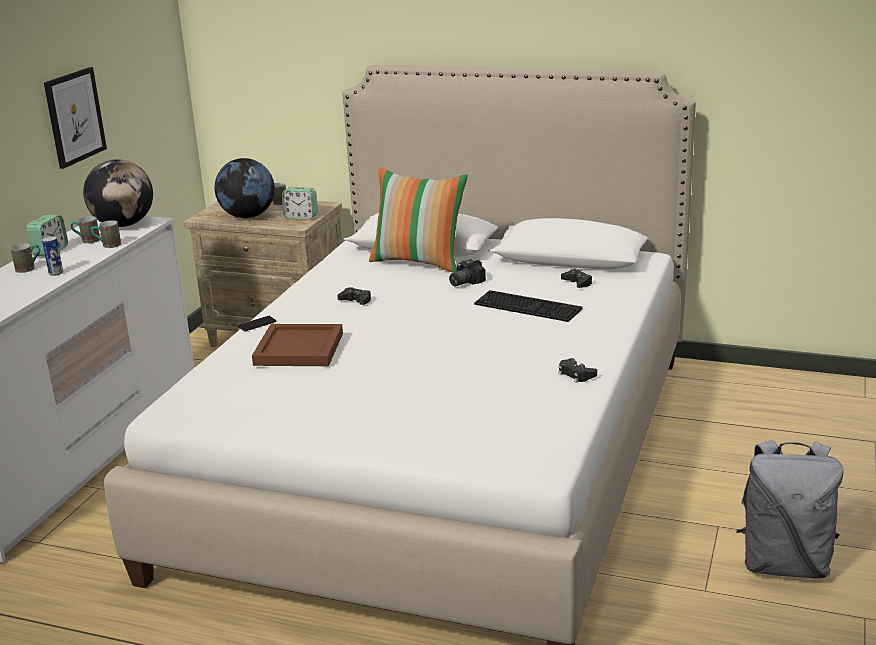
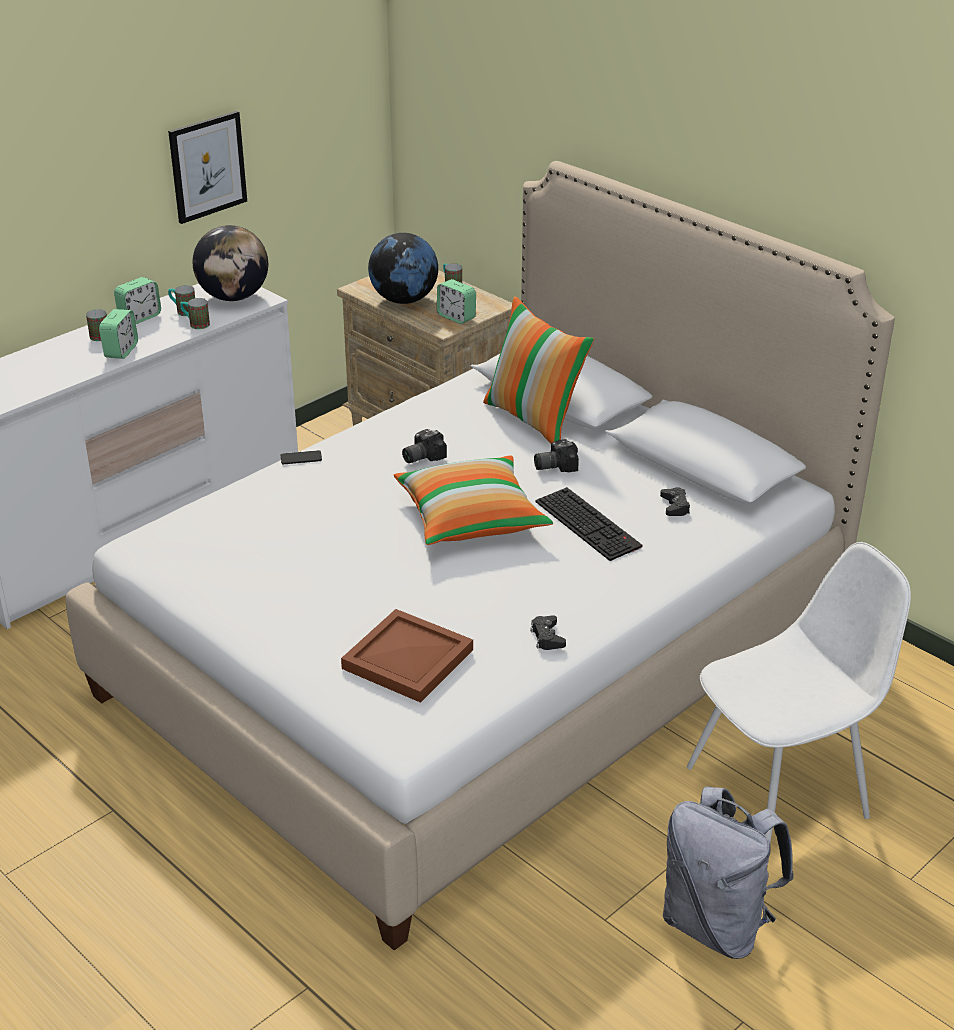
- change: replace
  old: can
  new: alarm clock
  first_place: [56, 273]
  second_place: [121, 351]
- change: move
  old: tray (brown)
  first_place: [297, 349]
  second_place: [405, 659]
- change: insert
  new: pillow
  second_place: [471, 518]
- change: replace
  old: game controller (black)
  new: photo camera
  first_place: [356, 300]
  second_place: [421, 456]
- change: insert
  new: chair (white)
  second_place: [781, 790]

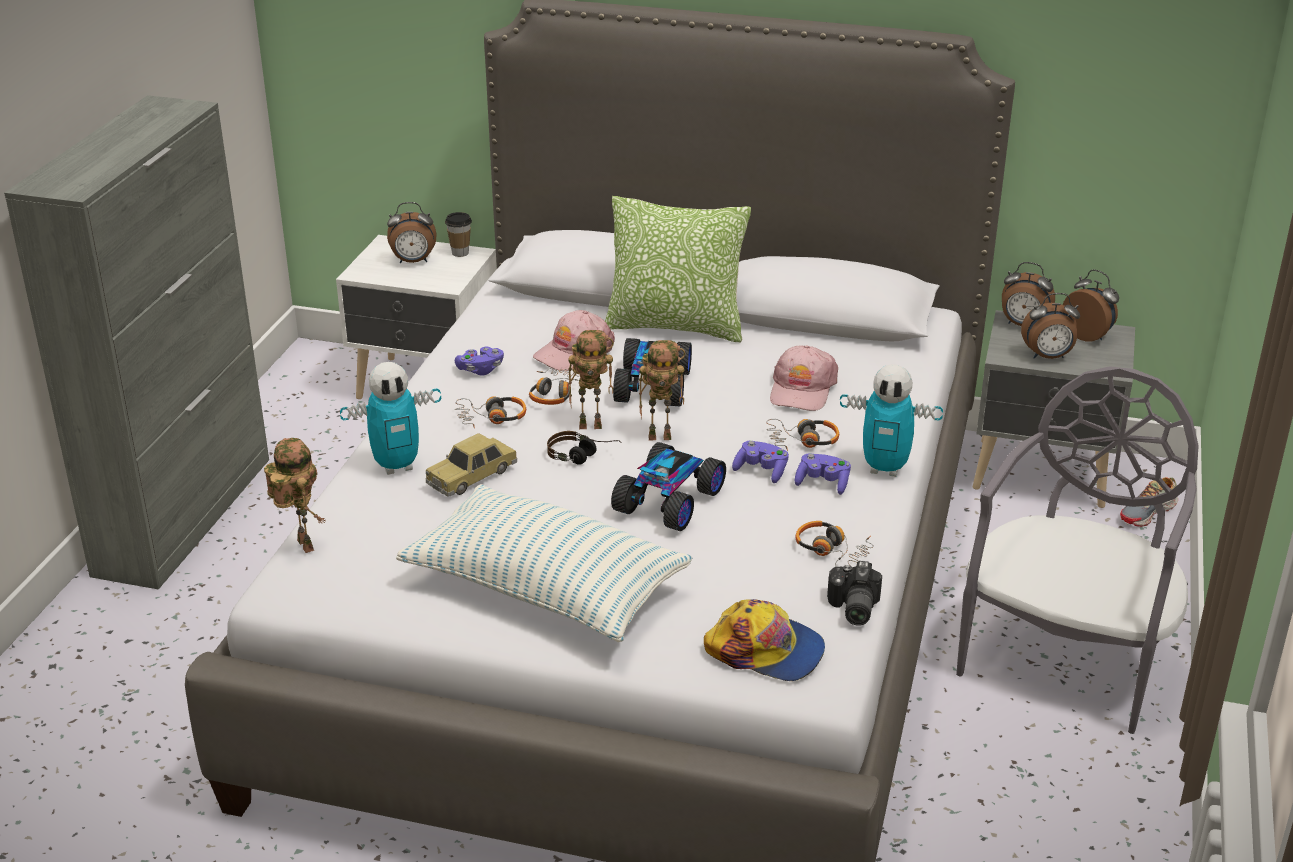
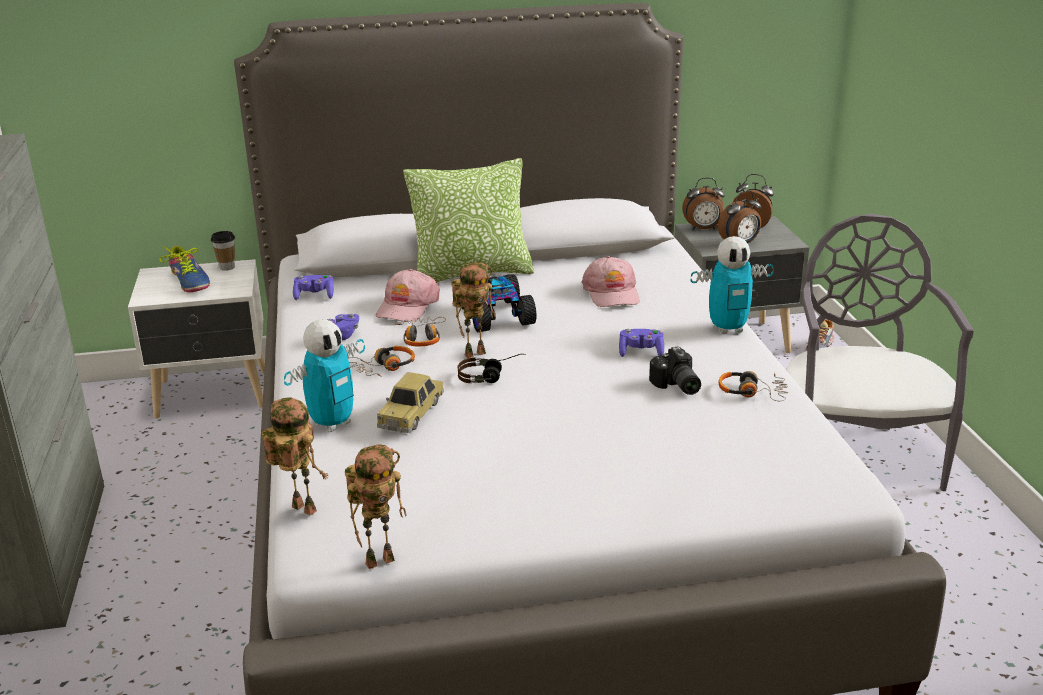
- change: replace
  old: alarm clock
  new: shoe
  first_place: [413, 261]
  second_place: [190, 281]
- change: move
  old: game controller (purple)
  first_place: [823, 483]
  second_place: [314, 295]
- change: move
  old: toy robot
  first_place: [661, 436]
  second_place: [380, 559]
- change: move
  old: photo camera
  first_place: [851, 608]
  second_place: [676, 386]
- change: delete
  old: pillow
  first_place: [546, 589]
- change: delete
  old: toy car
  first_place: [670, 501]
- change: delete
  old: cap
  first_place: [766, 650]
- change: delete
  old: headphones
  first_place: [802, 441]

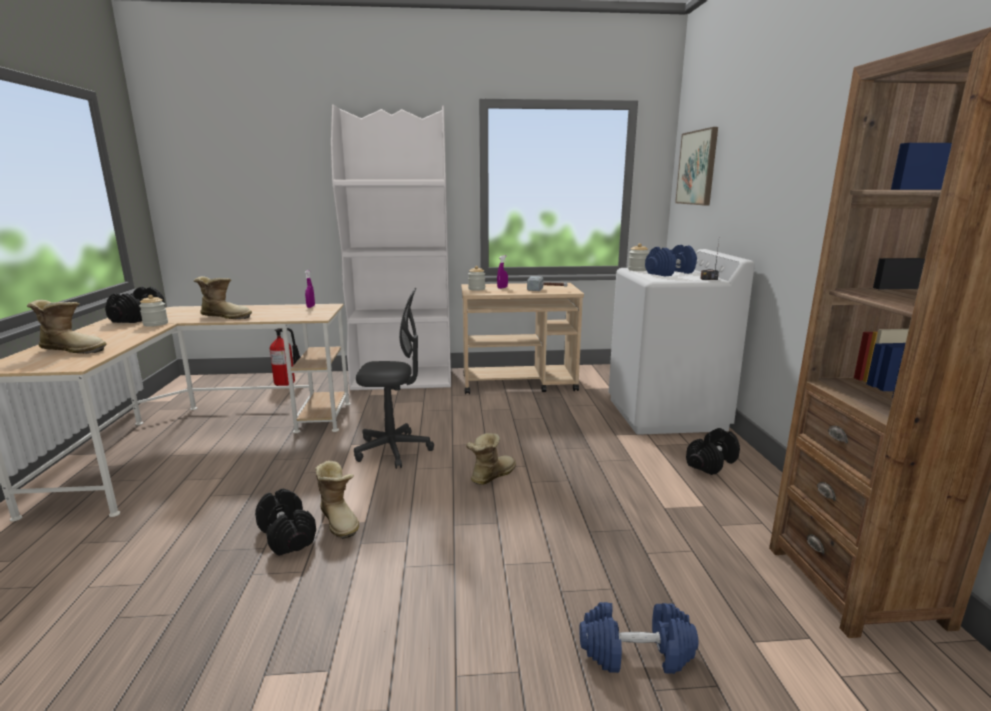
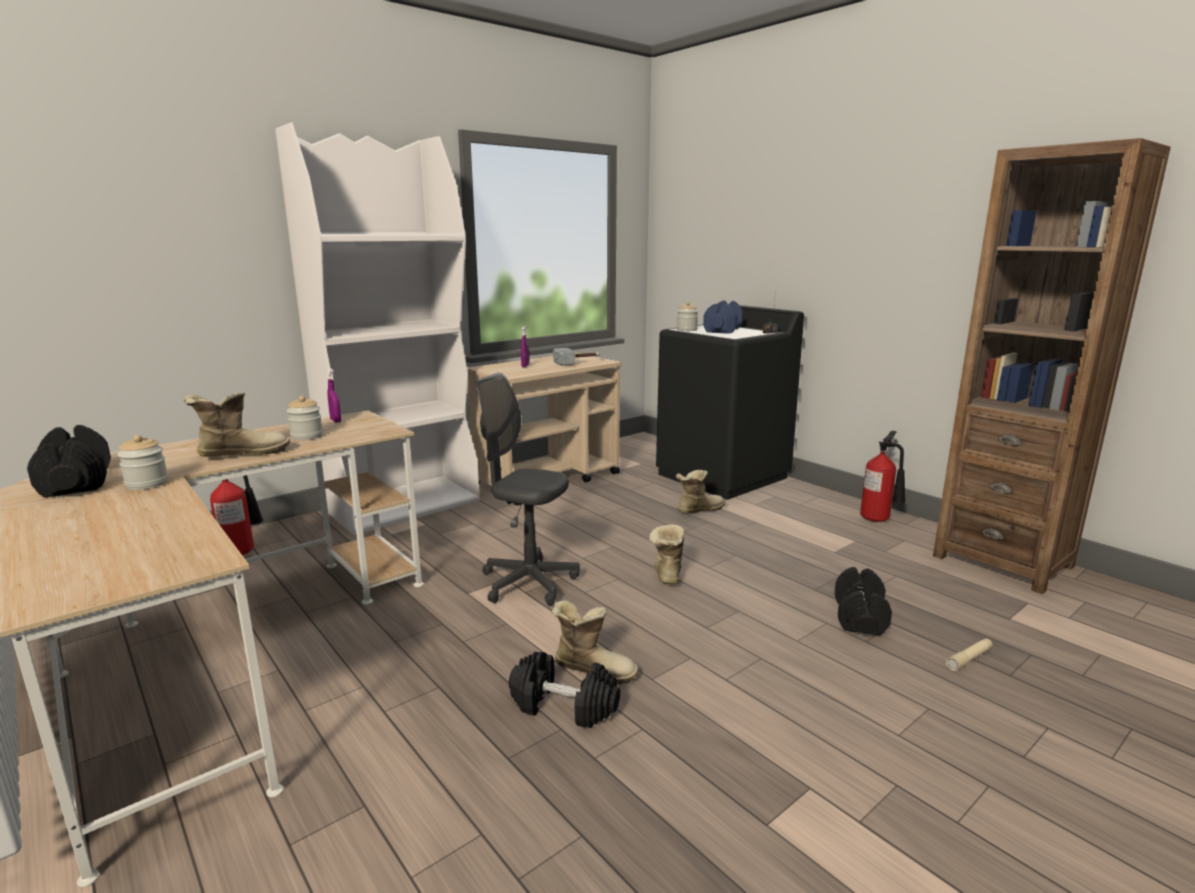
- change: move
  old: jar
  first_place: [476, 289]
  second_place: [307, 436]
- change: rotate
  old: office chair (grey)
  first_place: [393, 450]
  second_place: [528, 583]
  degrees: -120
- change: recolor
  old: washing machine (white)
  new: washing machine (black)
  first_place: [666, 414]
  second_place: [722, 476]
- change: move
  old: boot
  first_place: [73, 349]
  second_place: [698, 510]
- change: move
  old: dumbbell (black)
  first_place: [711, 463]
  second_place: [860, 617]
- change: insert
  new: fire extinguisher
  second_place: [879, 520]
- change: replace
  old: dumbbell (blue)
  new: flashlight (beige)
  first_place: [635, 654]
  second_place: [969, 659]
- change: delete
  old: picture
  first_place: [697, 168]

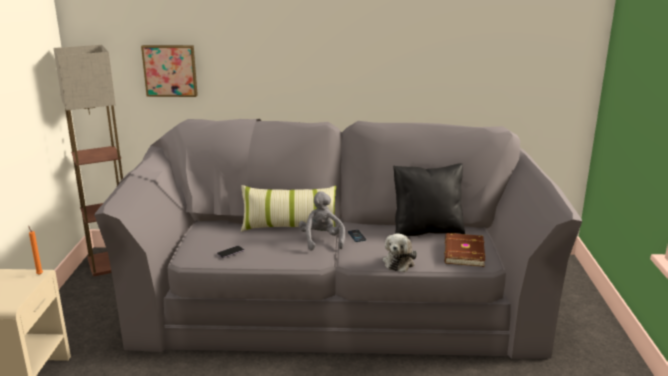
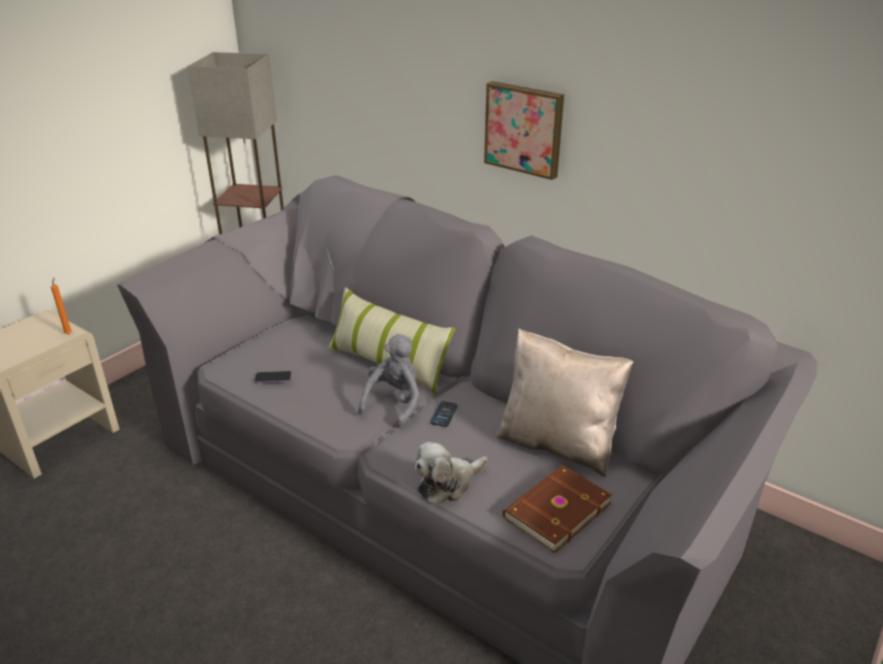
- change: move
  old: picture
  first_place: [170, 70]
  second_place: [524, 129]
- change: recolor
  old: pillow (black)
  new: pillow (beige)
  first_place: [426, 230]
  second_place: [557, 444]

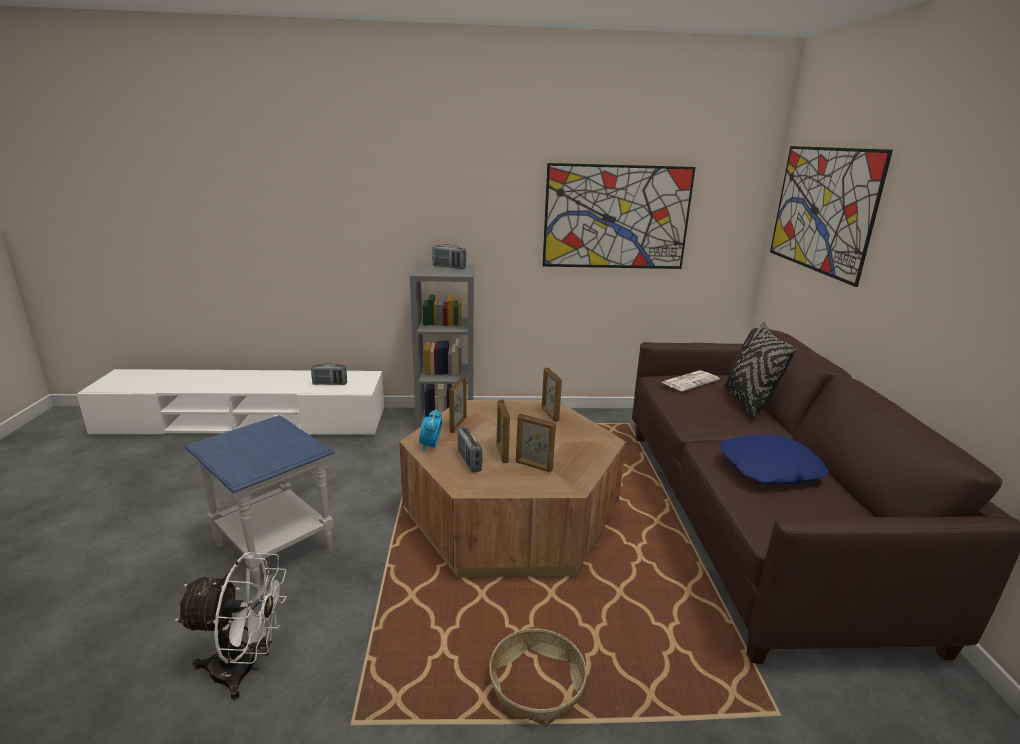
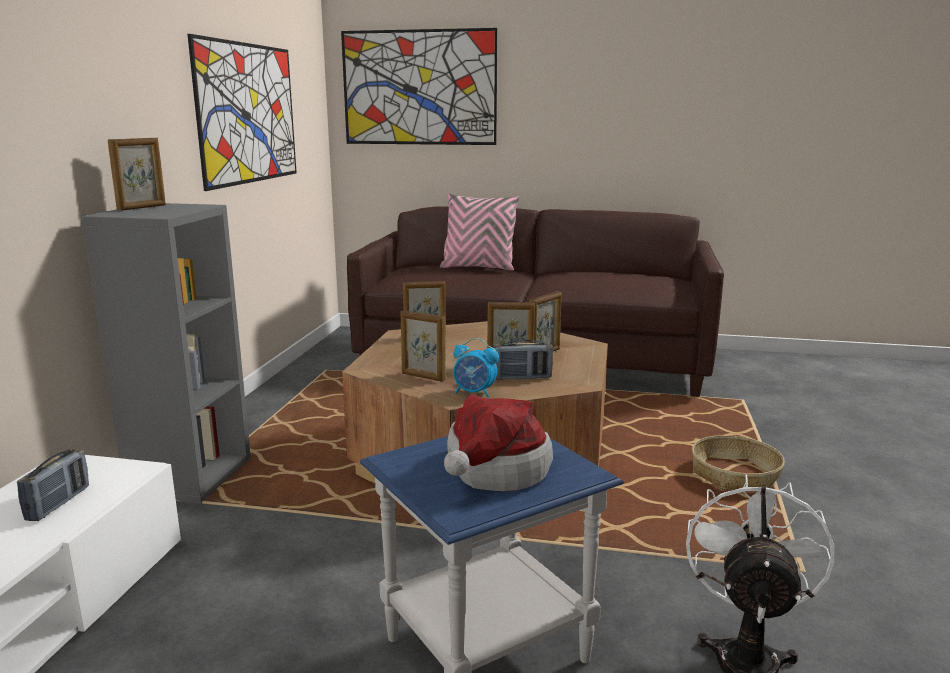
- change: replace
  old: radio
  new: picture frame
  first_place: [449, 267]
  second_place: [142, 207]
- change: recolor
  old: pillow (black)
  new: pillow (pink)
  first_place: [748, 403]
  second_place: [478, 268]
- change: insert
  new: hat
  second_place: [493, 471]
- change: delete
  old: newspaper
  first_place: [690, 381]
- change: delete
  old: pillow (blue)
  first_place: [770, 469]

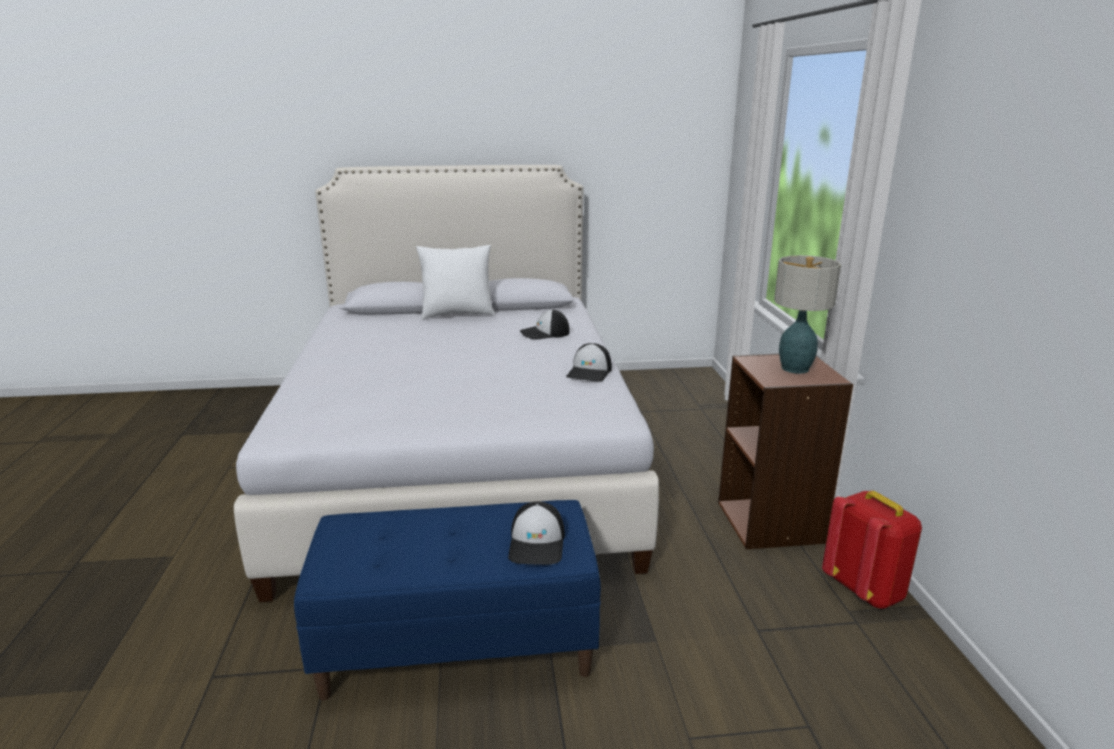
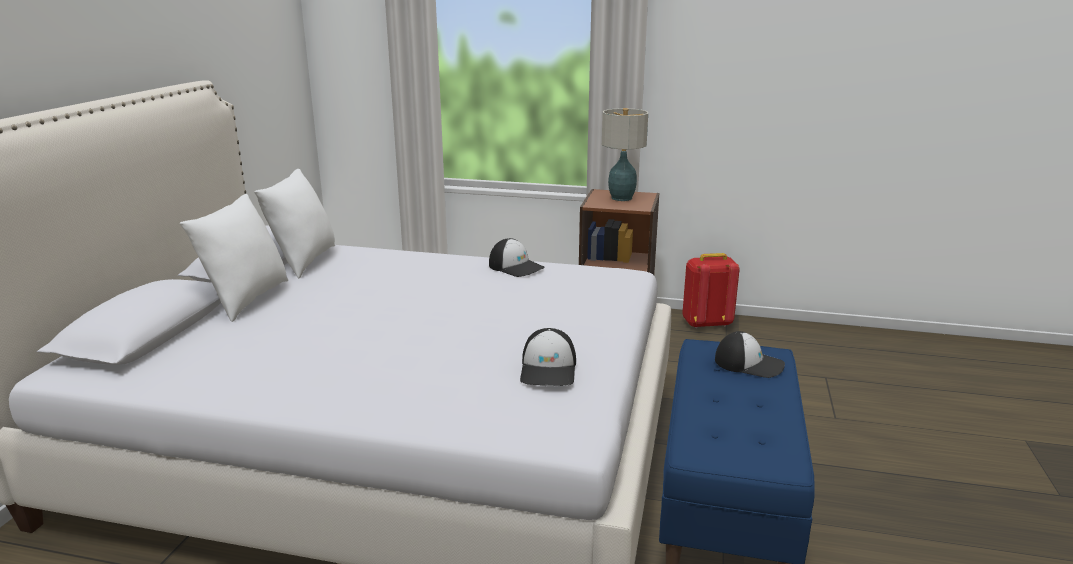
- change: insert
  new: pillow (white)
  second_place: [303, 261]
- change: move
  old: cap
  first_place: [545, 333]
  second_place: [549, 369]

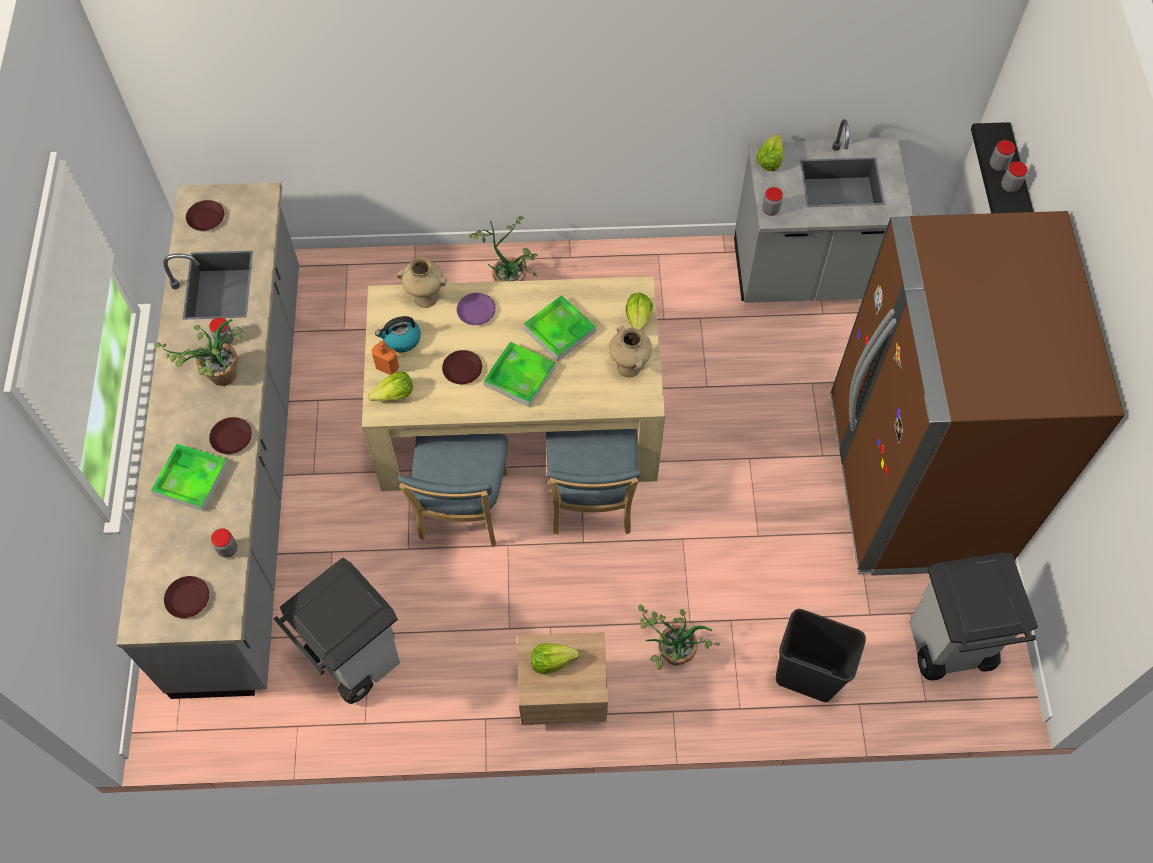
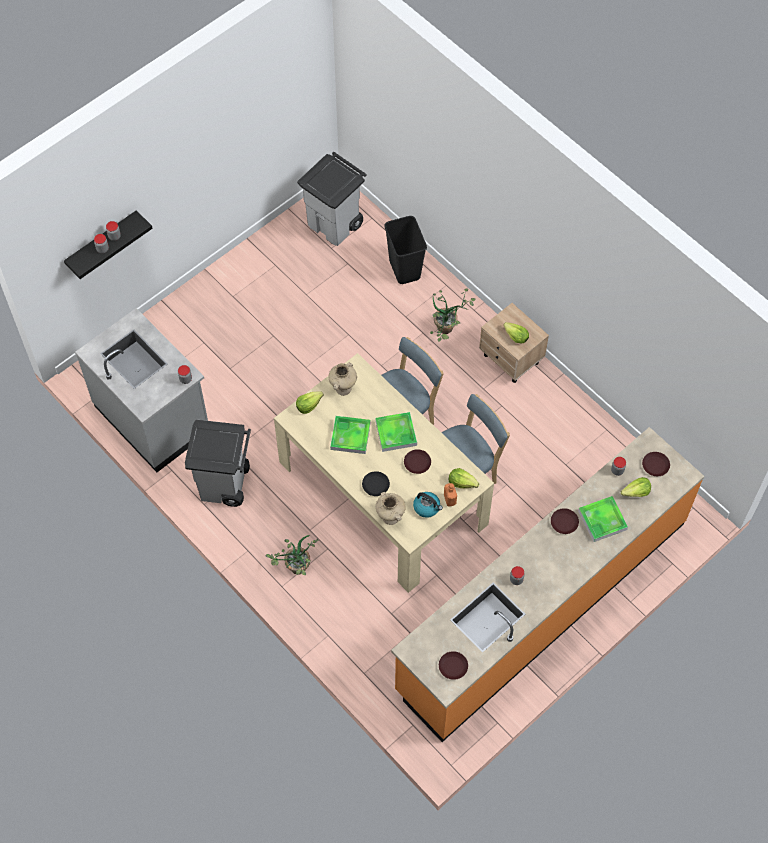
- change: move
  old: trash can (grey)
  first_place: [354, 659]
  second_place: [225, 485]
- change: recolor
  old: plate (purple)
  new: plate (black)
  first_place: [476, 311]
  second_place: [375, 485]
- change: recolor
  old: counter (grey)
  new: counter (orange)
  first_place: [245, 468]
  second_place: [541, 605]
- change: move
  old: lettuce
  first_place: [769, 160]
  second_place: [636, 492]
- change: delete
  old: potted plant
  first_place: [217, 379]
- change: delete
  old: fridge (brown)
  first_place: [912, 483]

